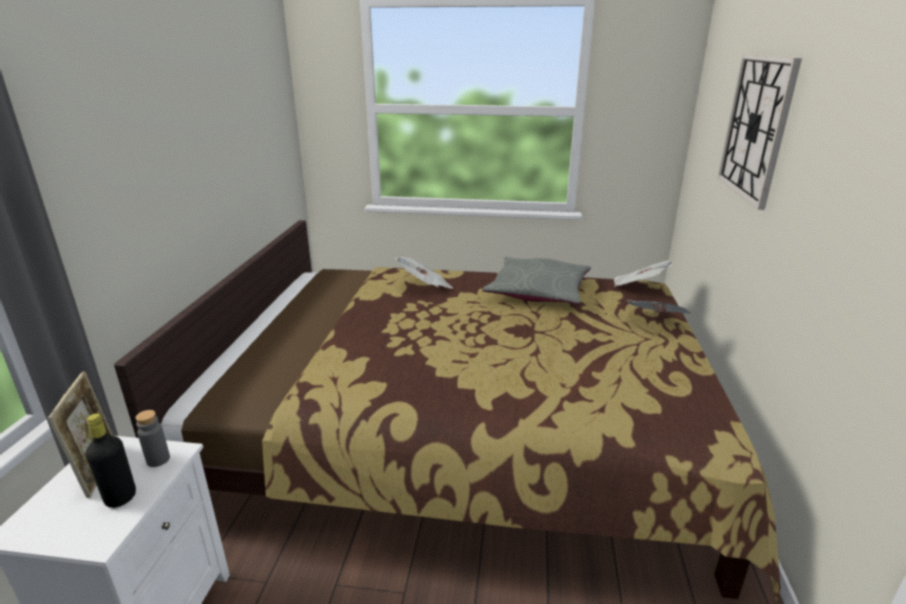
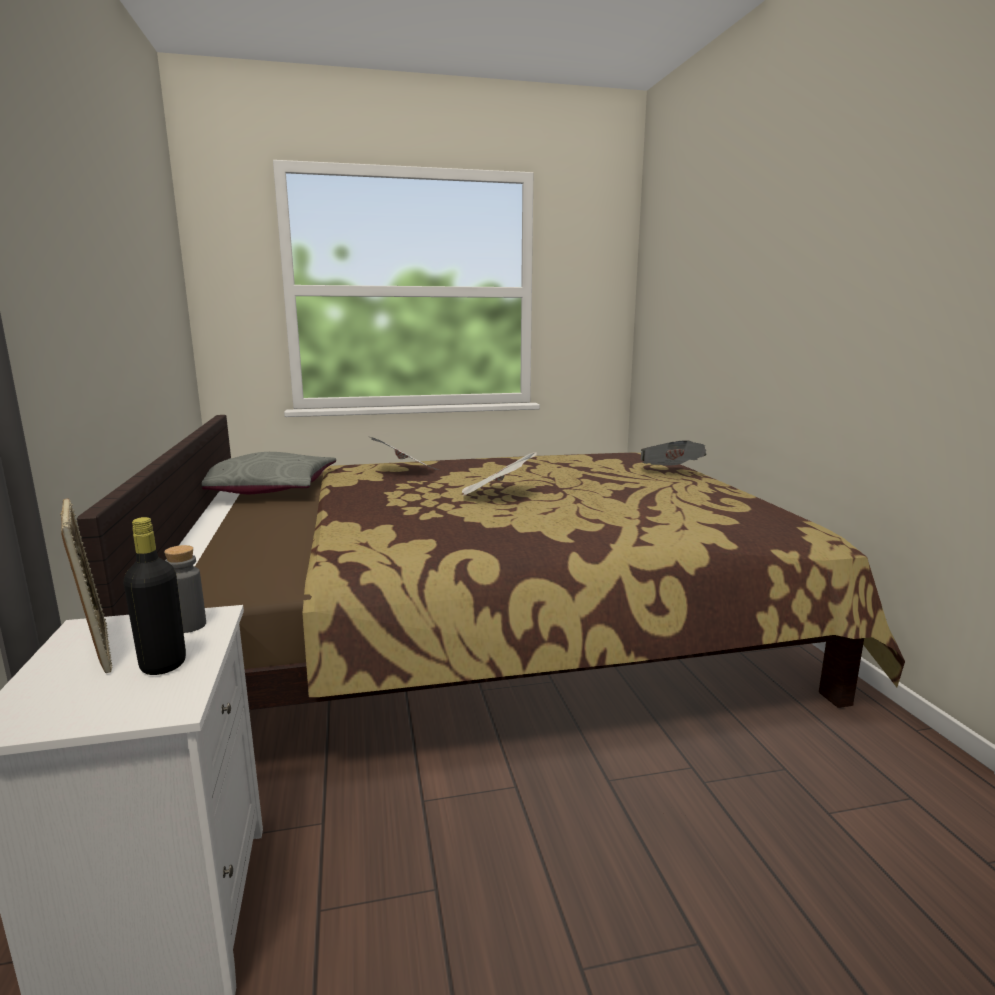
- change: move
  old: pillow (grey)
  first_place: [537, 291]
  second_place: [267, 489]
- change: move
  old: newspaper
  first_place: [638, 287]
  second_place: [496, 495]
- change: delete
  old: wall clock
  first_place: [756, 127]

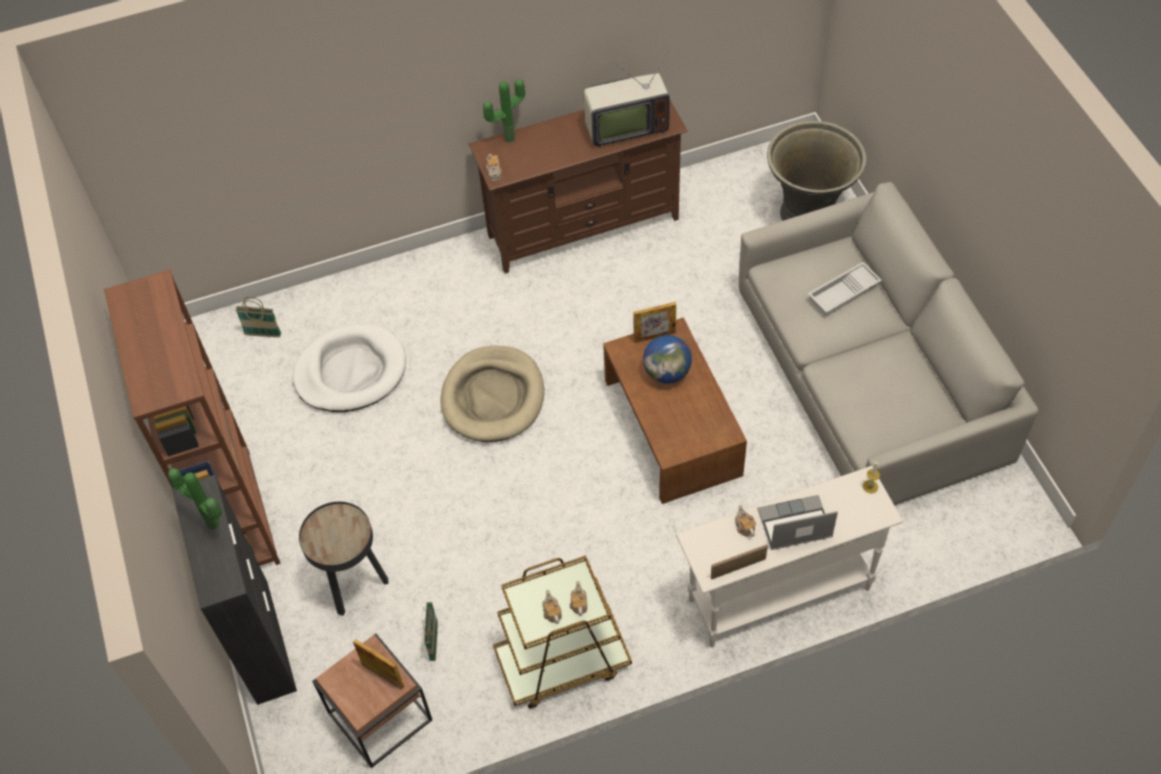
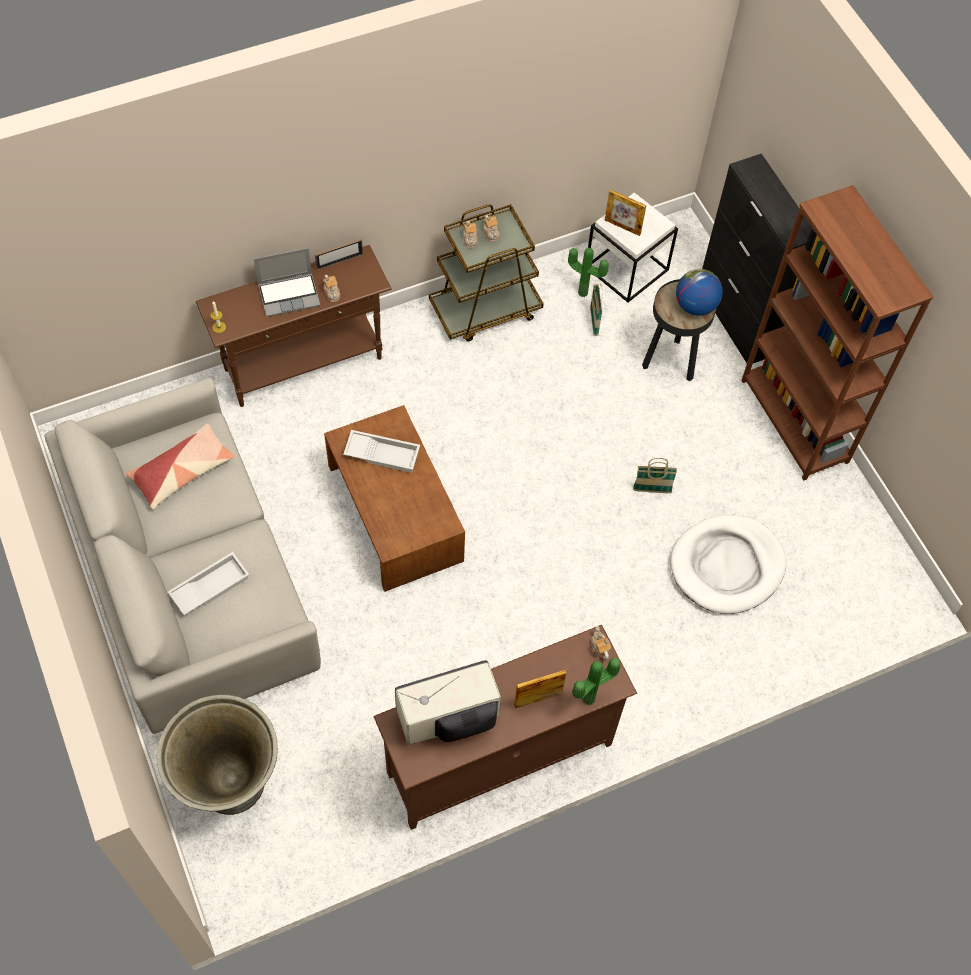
- change: insert
  new: pillow
  second_place: [182, 471]
- change: recolor
  old: console table (white)
  new: console table (brown)
  first_place: [778, 594]
  second_place: [304, 364]
- change: insert
  new: tray (white)
  second_place: [383, 453]
- change: move
  old: picture frame
  first_place: [654, 336]
  second_place: [538, 699]
- change: move
  old: potted plant
  first_place: [211, 526]
  second_place: [583, 291]
- change: recolor
  old: side table (brown)
  new: side table (white)
  first_place: [379, 716]
  second_place: [627, 269]
- change: move
  old: basket
  first_place: [263, 334]
  second_place: [652, 490]
- change: move
  old: globe
  first_place: [667, 373]
  second_place: [695, 306]
- change: delete
  old: dog bed (beige)
  first_place: [493, 397]

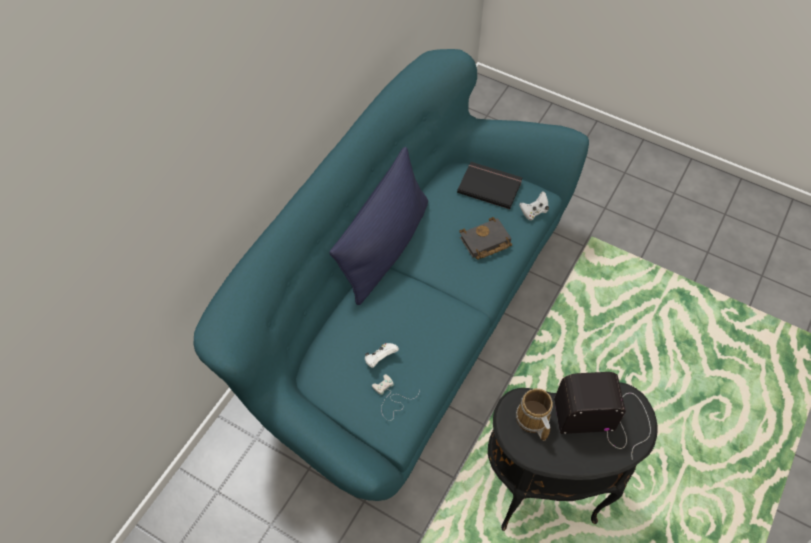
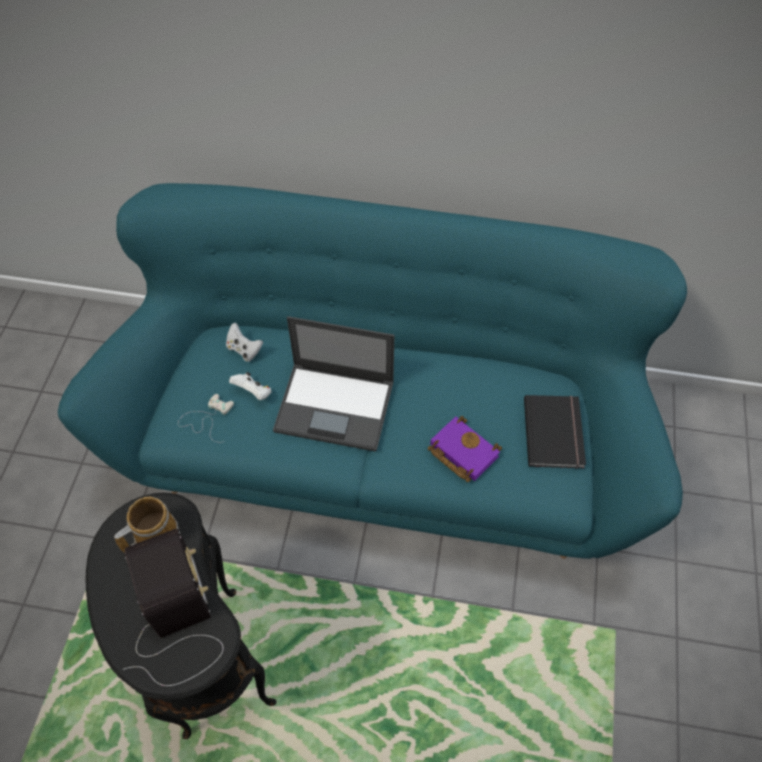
- change: move
  old: game controller (white)
  first_place: [534, 212]
  second_place: [244, 350]
- change: insert
  new: laptop
  second_place: [336, 406]
- change: recolor
  old: book (black)
  new: book (purple)
  first_place: [485, 242]
  second_place: [461, 452]
- change: delete
  old: pillow (blue)
  first_place: [385, 247]

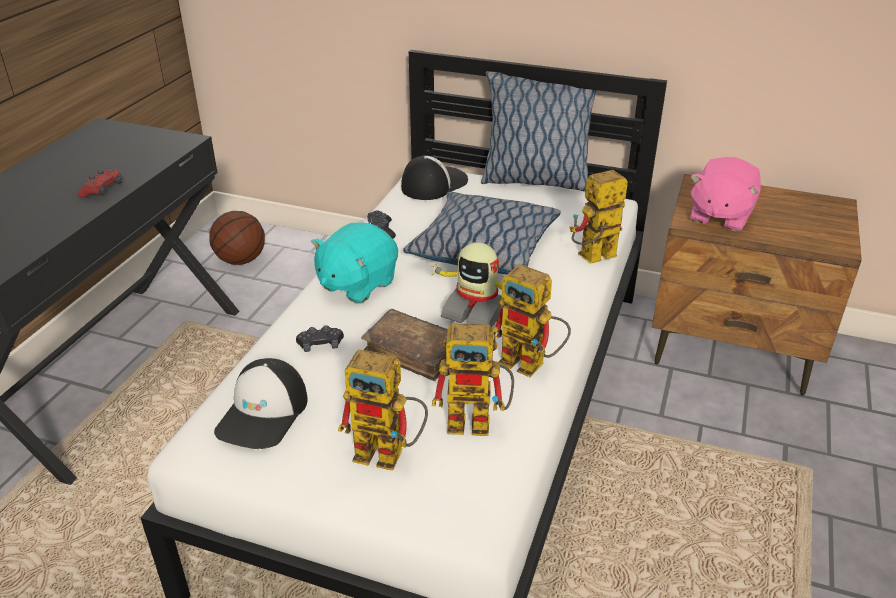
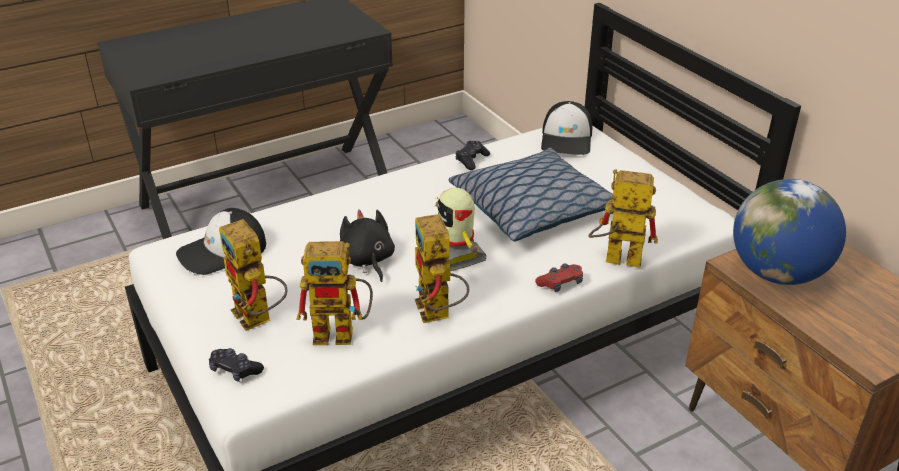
- change: move
  old: game controller (black)
  first_place: [320, 345]
  second_place: [235, 370]
- change: rotate
  old: toy robot
  first_place: [479, 421]
  second_place: [343, 332]
  degrees: -45
- change: replace
  old: book (brown)
  new: plush toy (black)
  first_place: [412, 352]
  second_place: [367, 261]
- change: move
  old: game controller (red)
  first_place: [102, 190]
  second_place: [560, 283]
- change: rotate
  old: cap
  first_place: [433, 184]
  second_place: [567, 139]
  degrees: 105
- change: replace
  old: plush toy (pink)
  new: globe
  first_place: [719, 216]
  second_place: [777, 273]
- change: delete
  old: basketball
  first_place: [240, 260]
- change: delete
  old: plush toy (turquoise)
  first_place: [356, 284]
- change: delete
  old: pillow
  first_place: [534, 181]

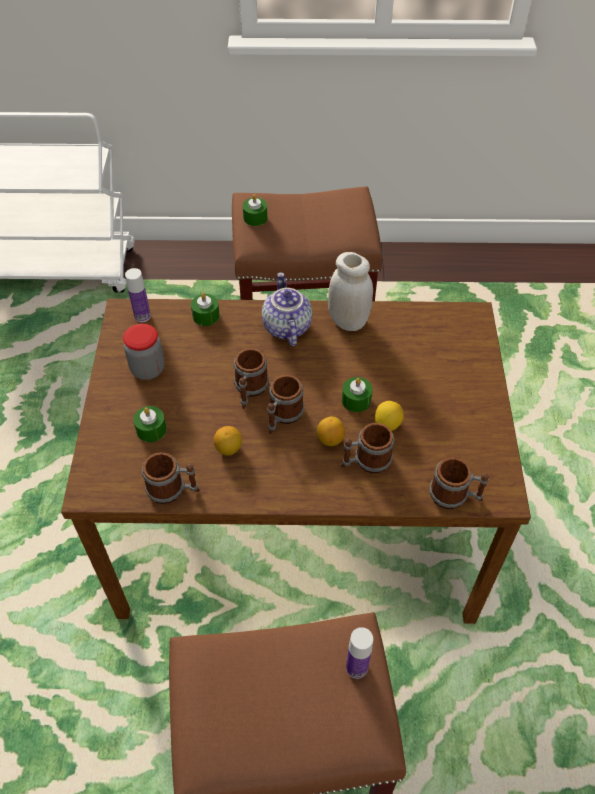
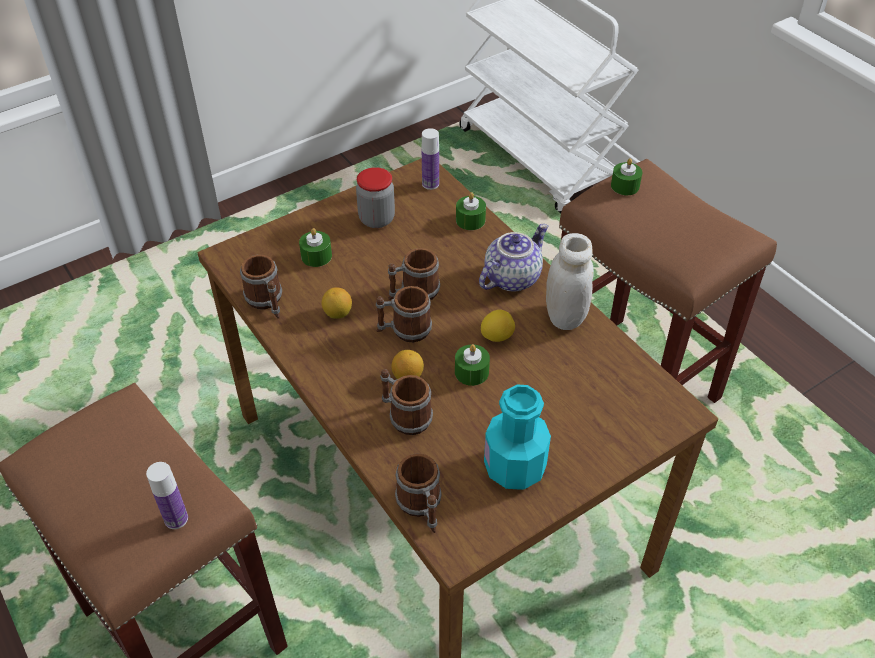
- change: move
  old: lemon
  first_place: [387, 424]
  second_place: [497, 336]
- change: insert
  new: bottle (turquoise)
  second_place: [514, 467]

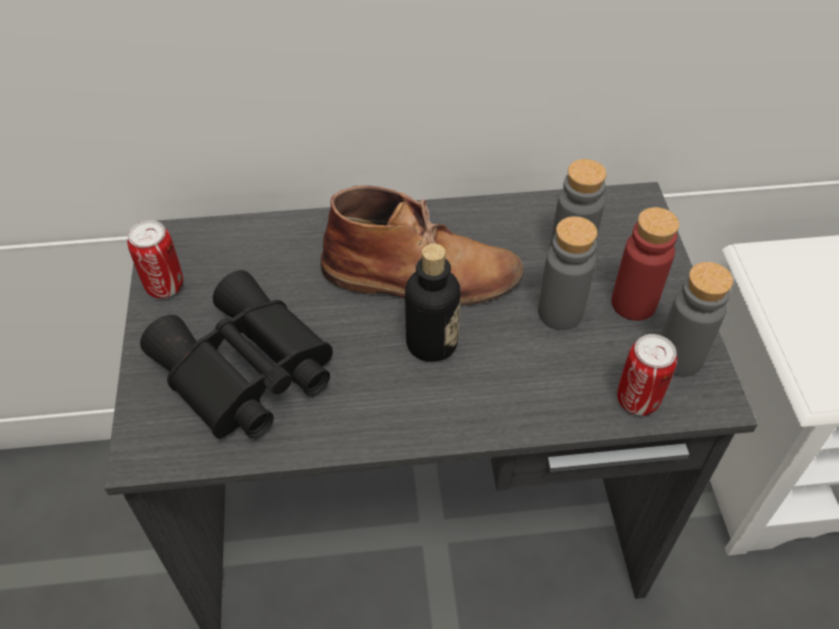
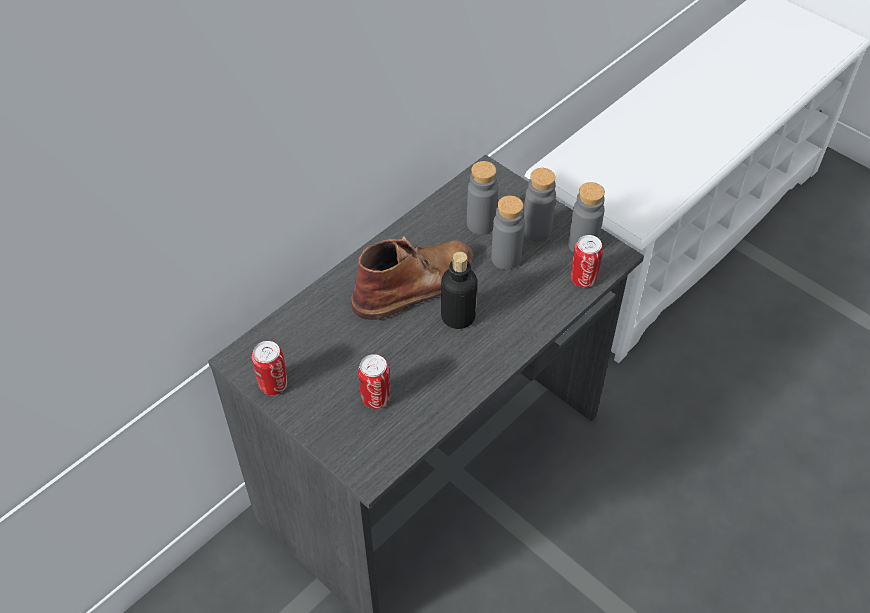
- change: replace
  old: binoculars (black)
  new: can
  first_place: [243, 373]
  second_place: [375, 398]
- change: recolor
  old: bottle (red)
  new: bottle (grey)
  first_place: [633, 303]
  second_place: [536, 231]

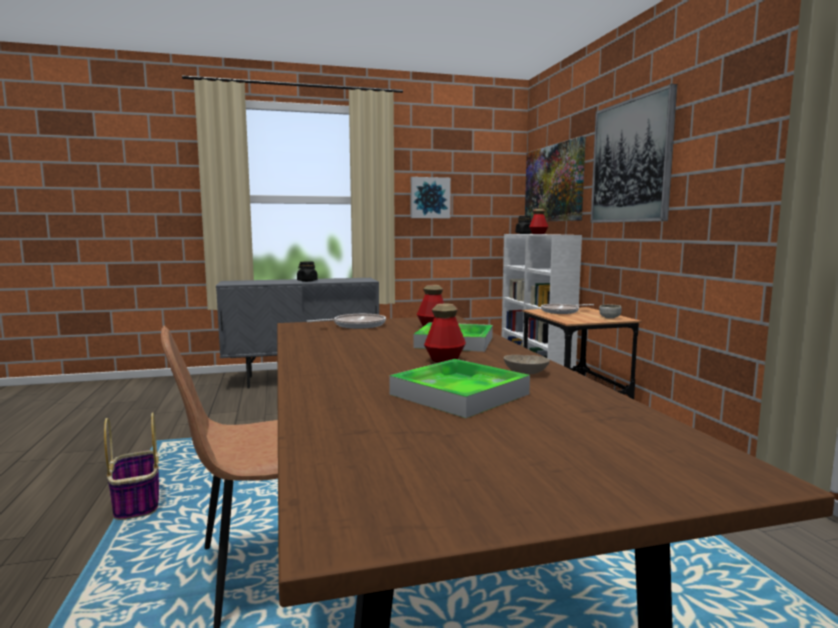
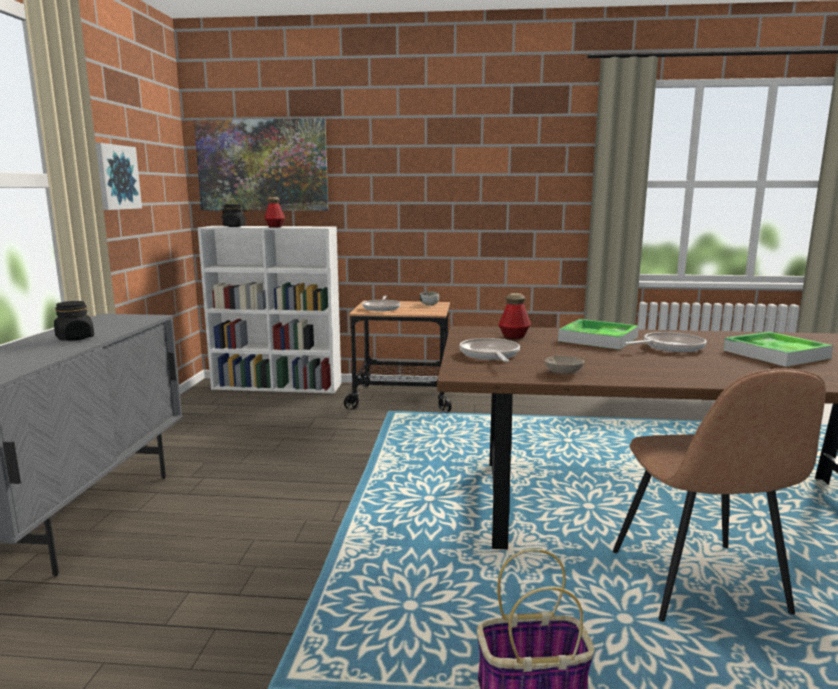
- change: move
  old: bowl (beige)
  first_place: [525, 373]
  second_place: [564, 372]
- change: replace
  old: bottle
  new: frying pan
  first_place: [445, 360]
  second_place: [670, 347]
- change: delete
  old: picture
  first_place: [631, 161]

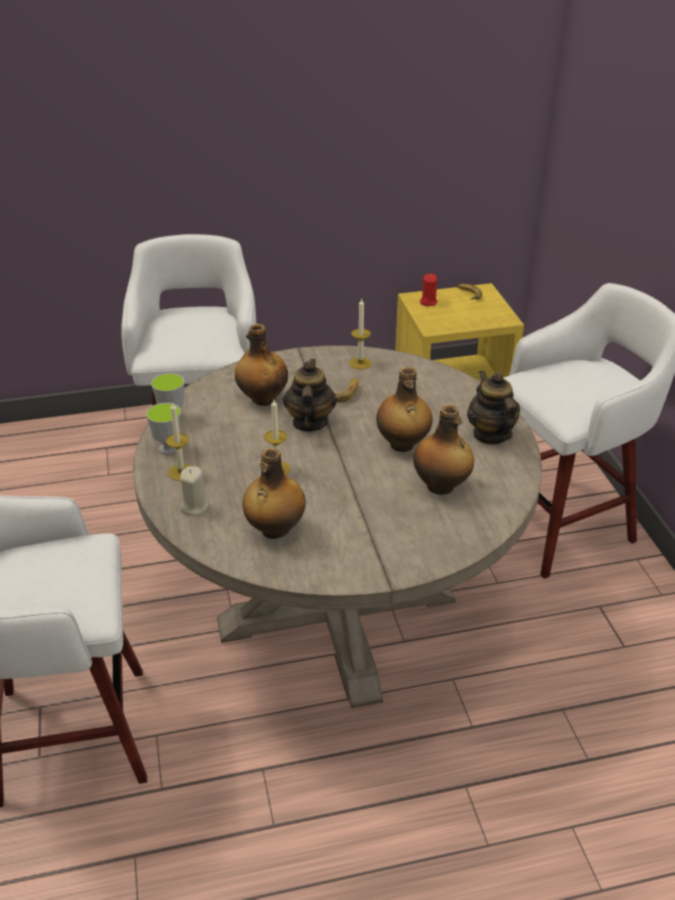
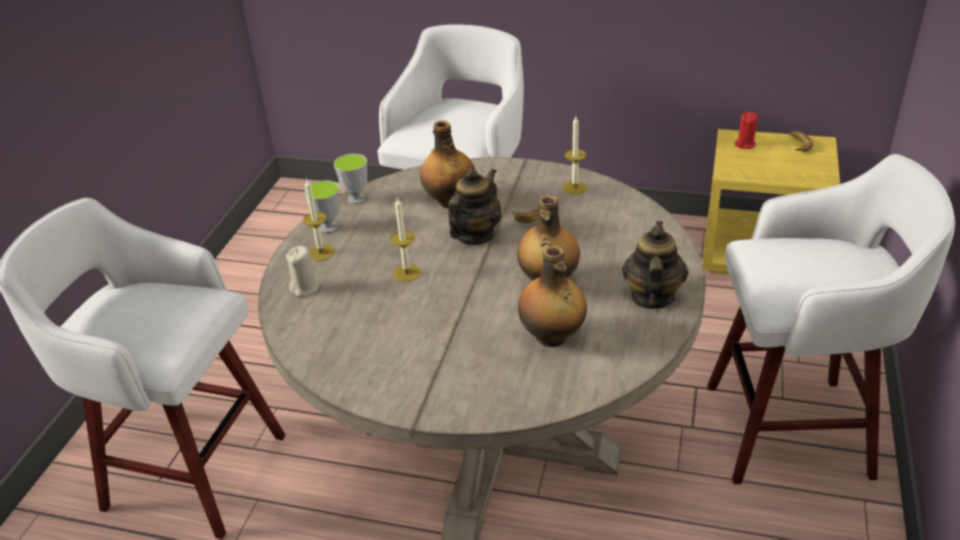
- change: delete
  old: bottle
  first_place: [274, 530]

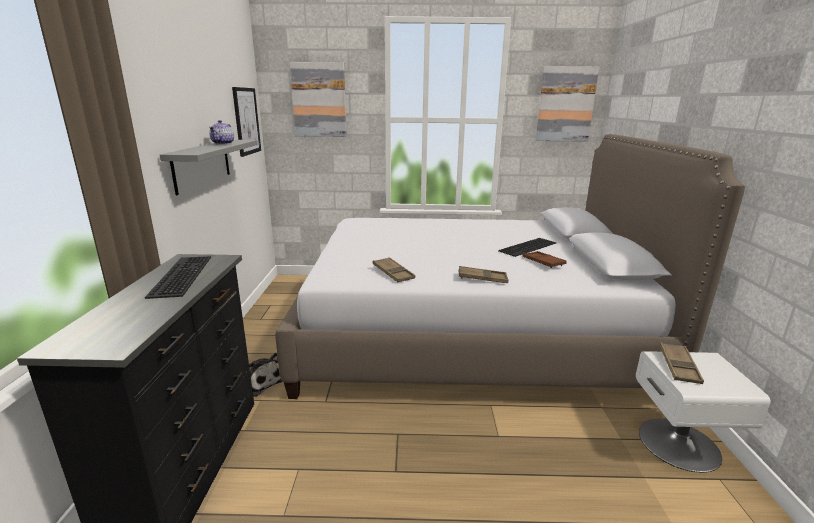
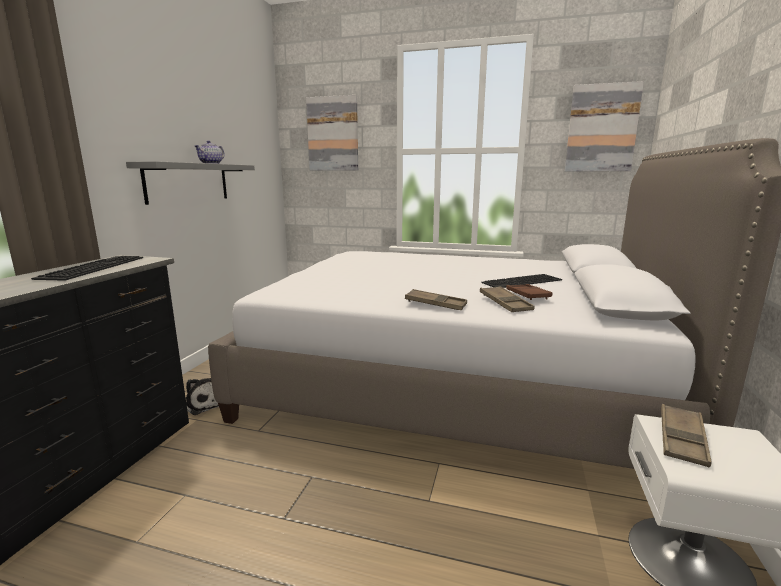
- change: move
  old: tray (brown)
  first_place: [393, 273]
  second_place: [505, 303]
- change: delete
  old: picture
  first_place: [246, 121]

